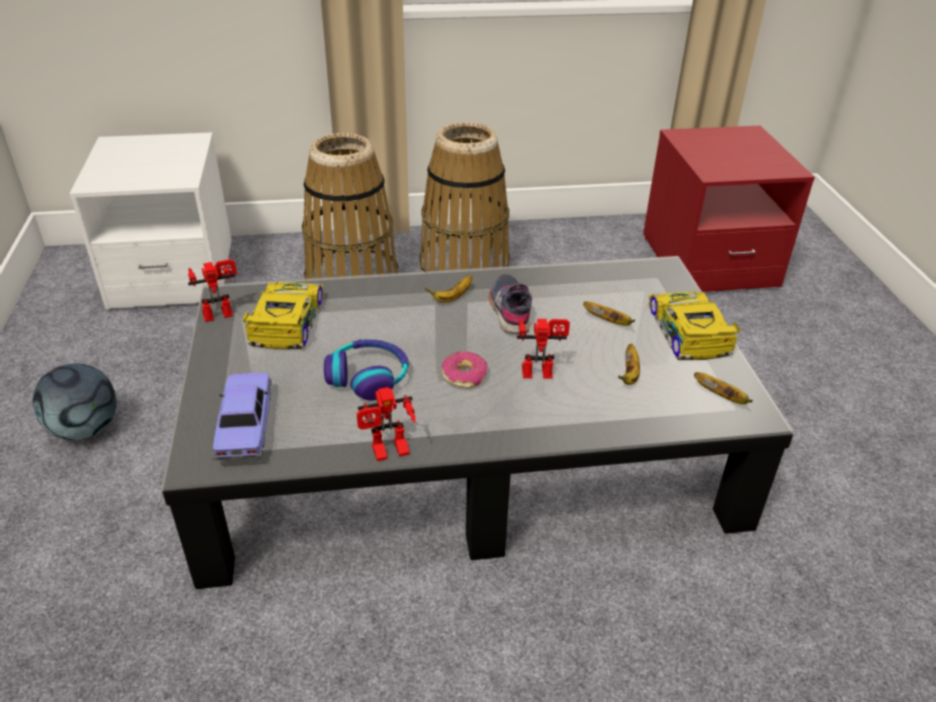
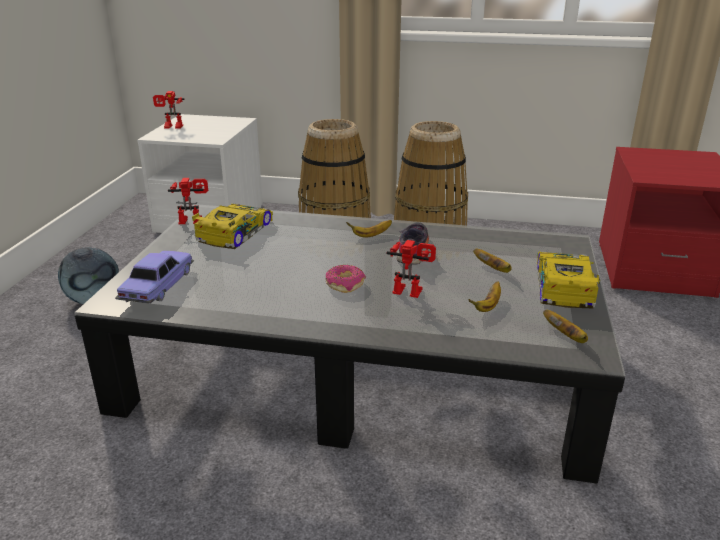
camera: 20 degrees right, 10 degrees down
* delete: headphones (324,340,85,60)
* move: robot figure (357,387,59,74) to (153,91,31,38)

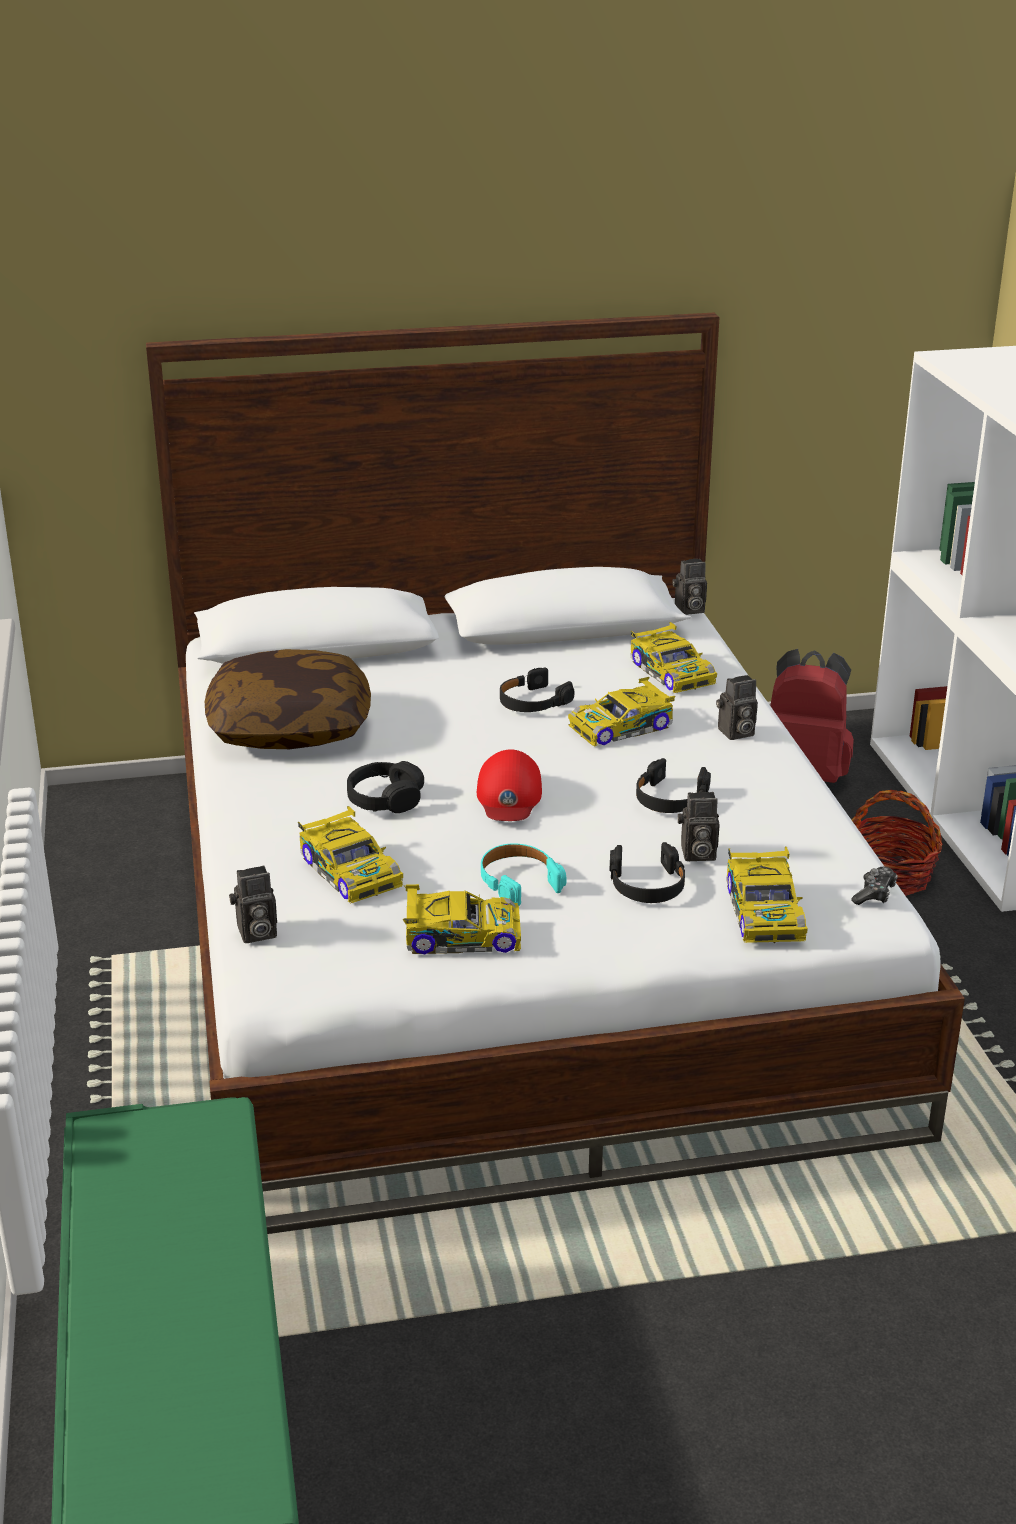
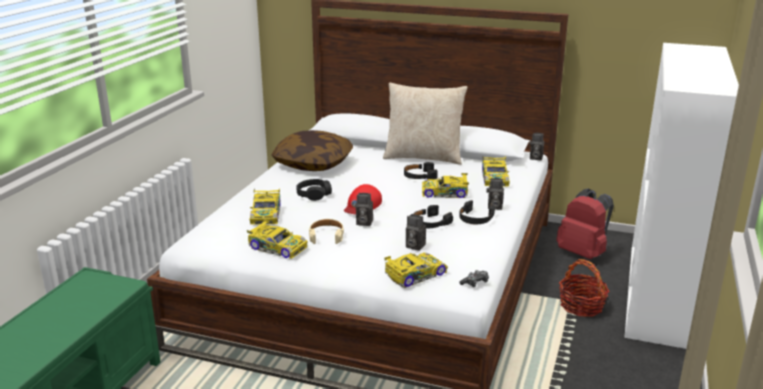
camera: 30 degrees right, 5 degrees down
* insert: beige pillow (383,83,84,82)
* move: photo camera (229,866,48,77) to (355,193,18,33)
* move: black headphones (610,842,75,61) to (459,200,36,24)
* recolor: turquoise headphones (481,843,85,63) to beige headphones (309,219,35,25)
* rotate: model car (727,847,81,96) = (384,252,64,36) 150 degrees counterclockwise

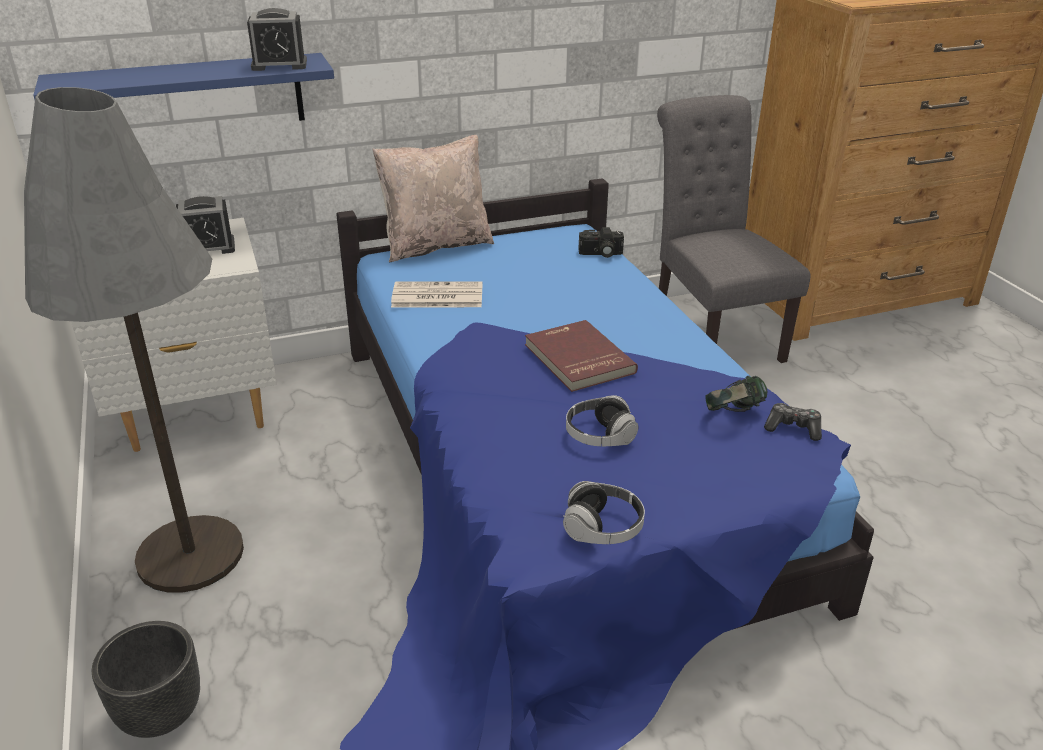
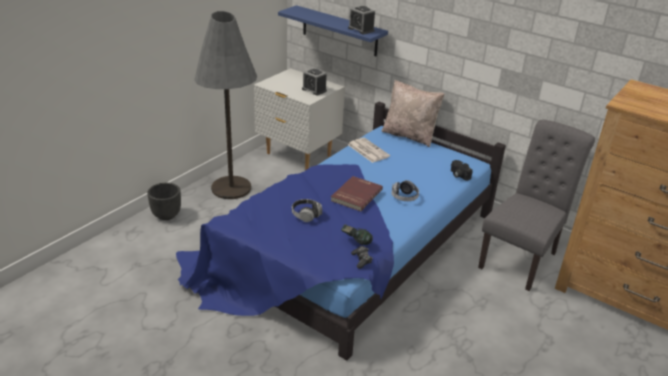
camera: 55 degrees right, 0 degrees up
* move: headphones (563,481,82,63) to (391,180,28,21)

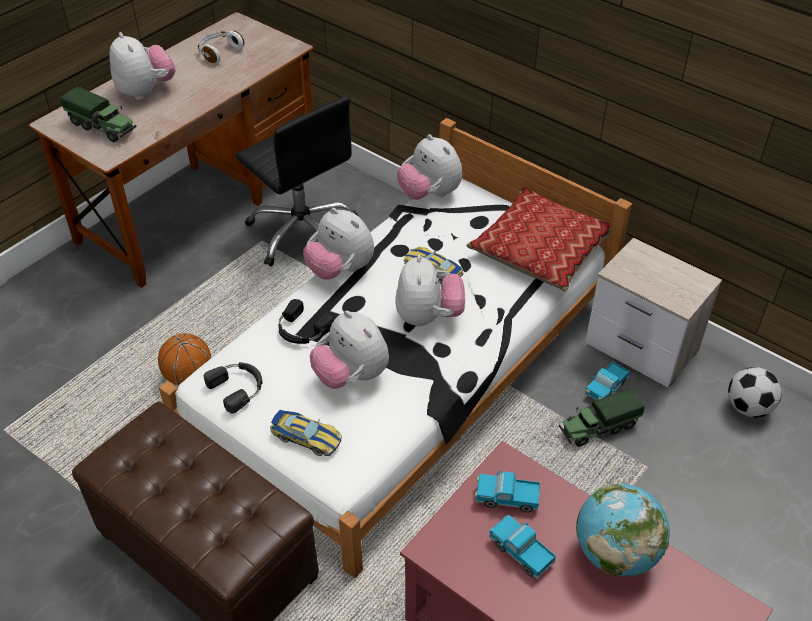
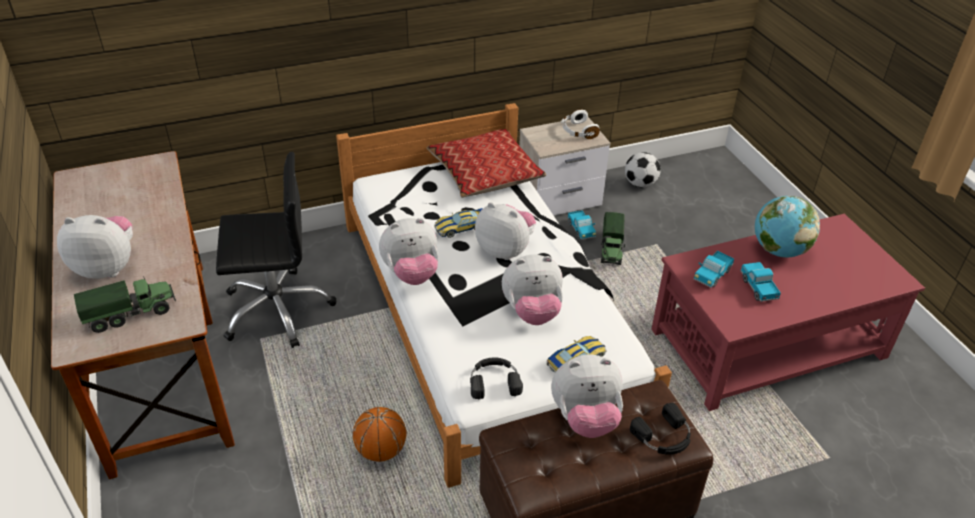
camera: 60 degrees left, 5 degrees down
* move: white headphones (197,31,47,32) to (561,109,39,30)
* move: black headphones (278,299,56,45) to (630,403,61,52)
* move: cuddly toy (397,134,65,66) to (551,355,72,83)
* rotate: toy lorry (489,515,67,64) = (740,262,41,40) 90 degrees clockwise

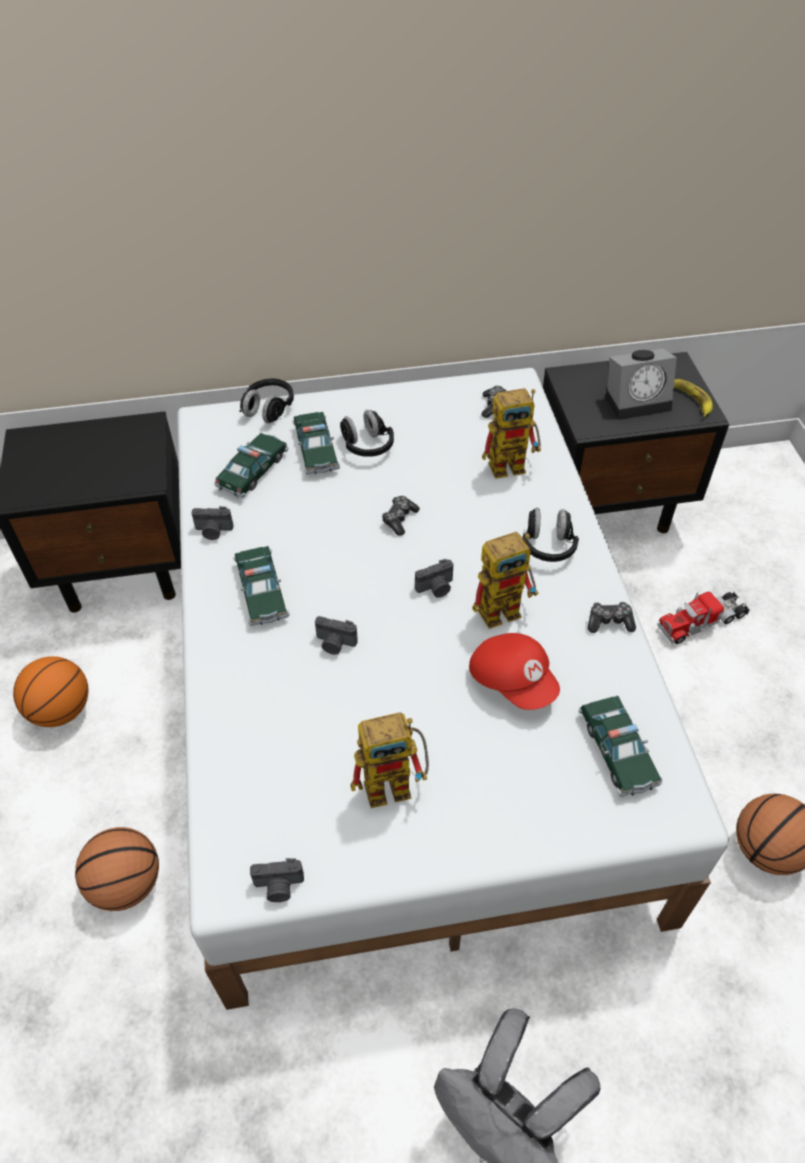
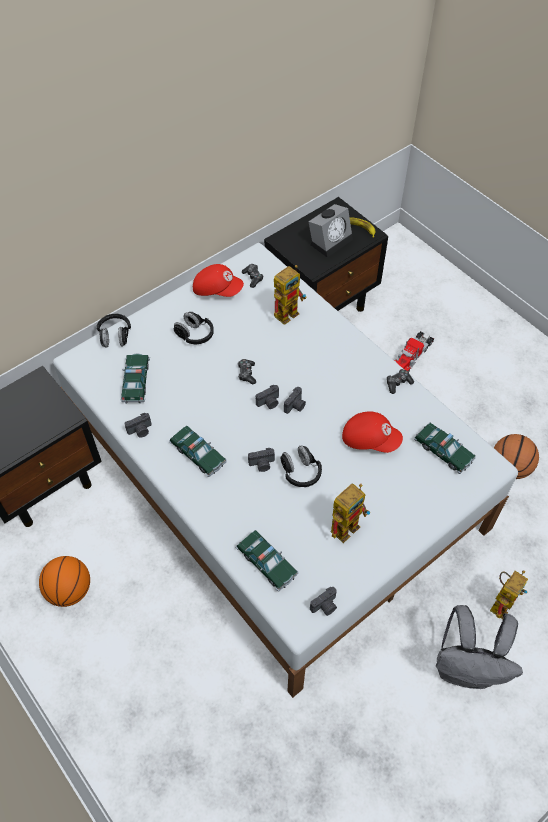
camera: 30 degrees left, 5 degrees up
* delete: ball for basketball (75,827,84,84)
* insert: reddish peaked cap (193,264,51,33)
* insert: photo camera (256,385,23,24)
* move: model car (292,412,48,63) to (236,530,63,61)
* move: robot figure (472,532,67,97) to (490,570,38,49)
* move: black headphones (522,508,57,54) to (280,445,42,42)

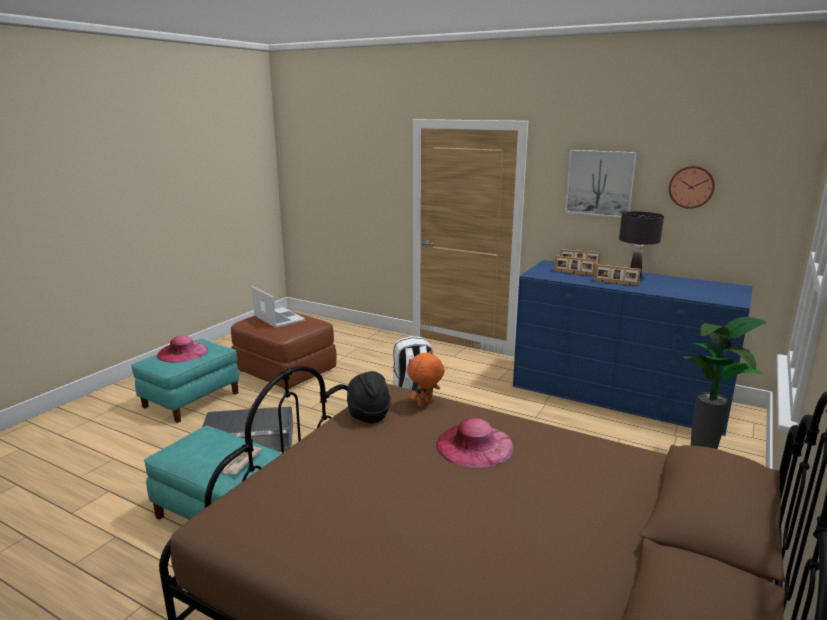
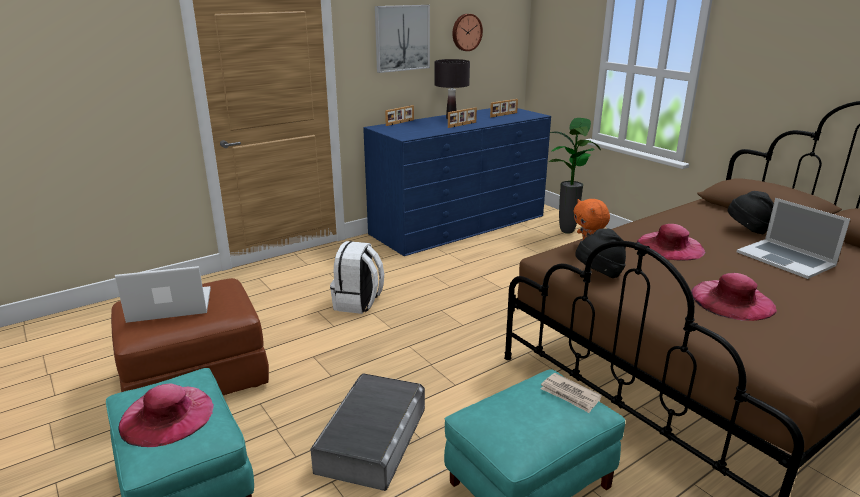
camera: 65 degrees left, 5 degrees up
* insert: pink-coloured hat (691,273,86,48)
* insert: black hat (728,191,46,43)
* insert: portable computer (737,198,113,81)
* move: picture frame (554,255,42,21) to (490,99,28,18)

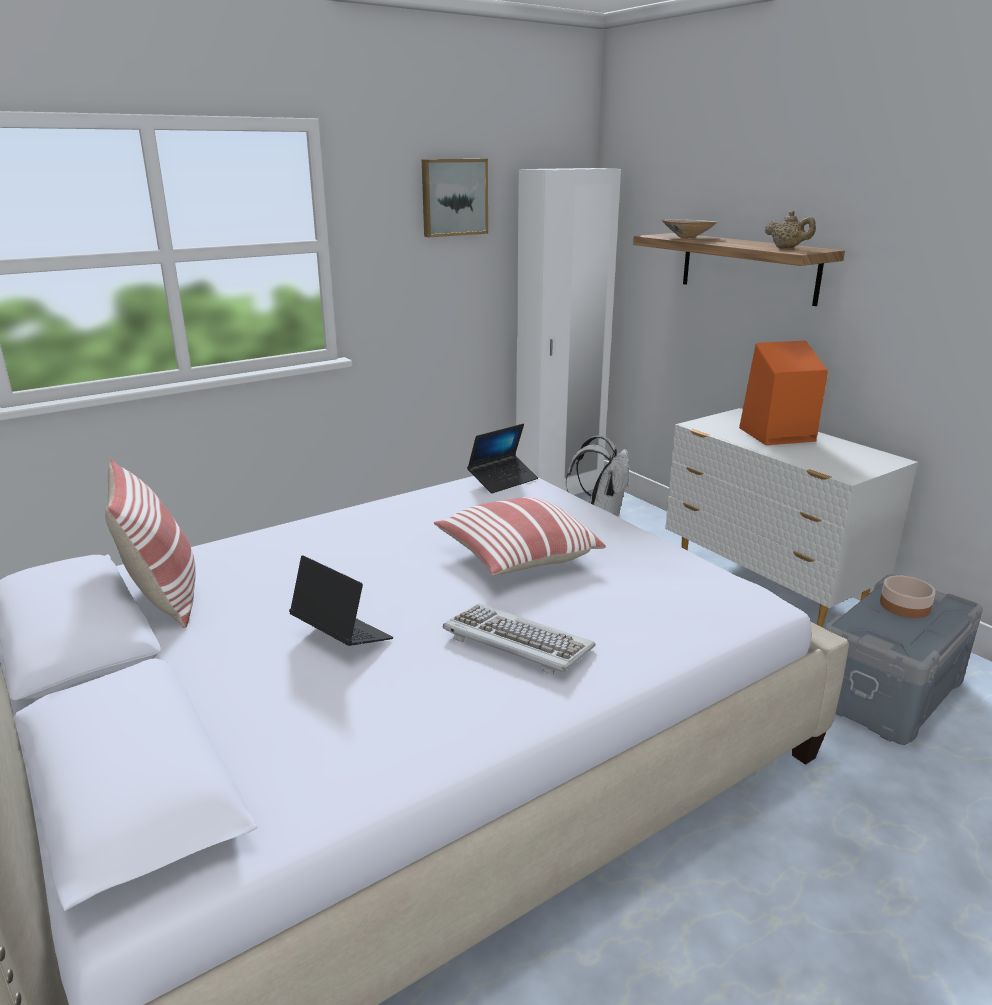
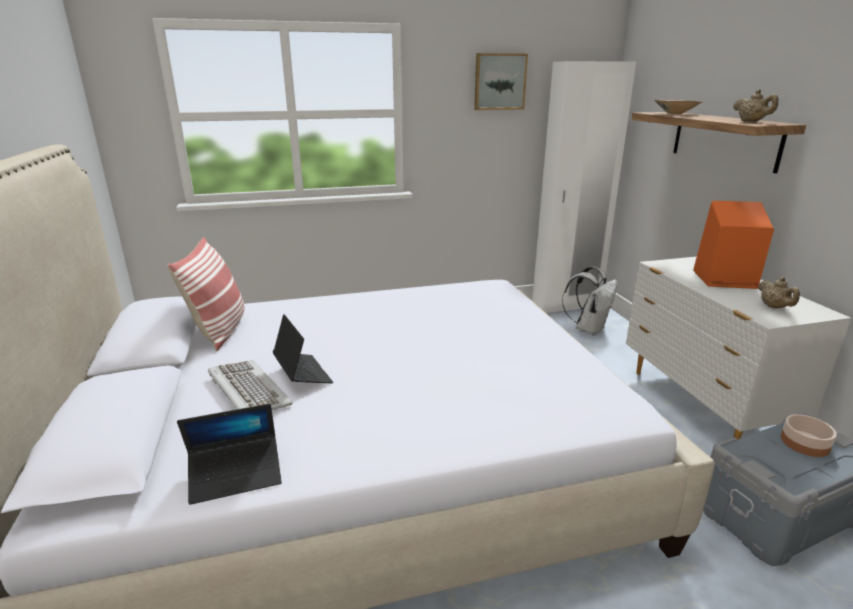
camera: 20 degrees right, 0 degrees up
* delete: pillow (434,497,172,78)
* insert: beige tea pot (758,277,42,31)
* move: keyboard (443,604,153,71) to (208,360,85,50)
* move: portable computer (467,424,71,69) to (177,404,105,101)

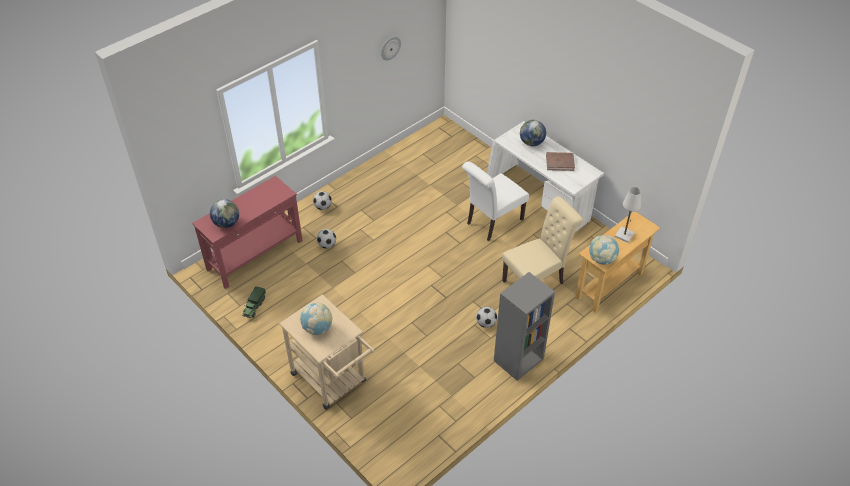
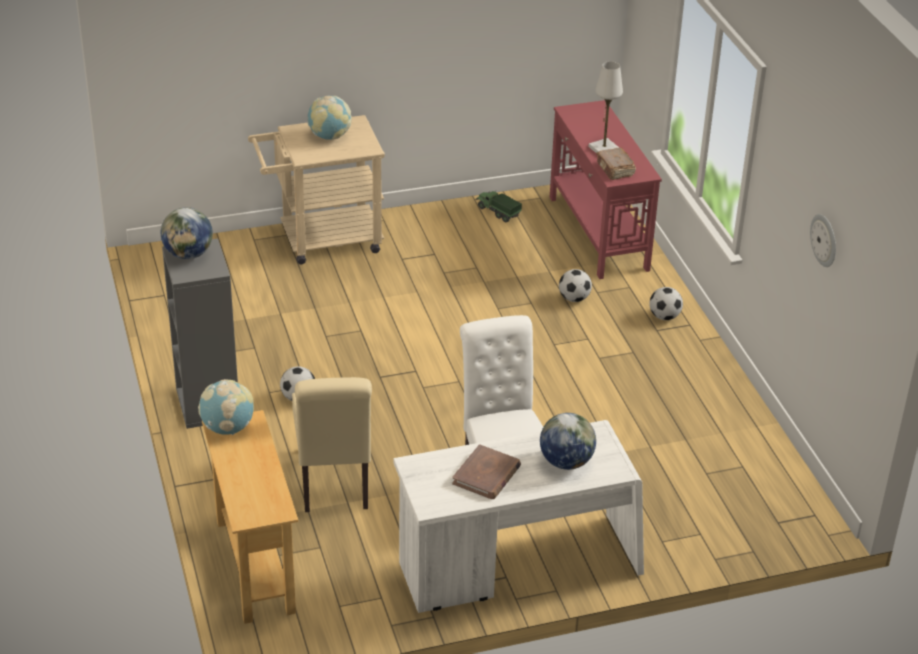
camera: 115 degrees right, 10 degrees down
* insert: brownish bound book (596,147,40,33)
* move: world globe (210,199,29,29) to (161,207,52,52)
* move: white lamp for a table (615,187,26,56) to (588,61,35,92)

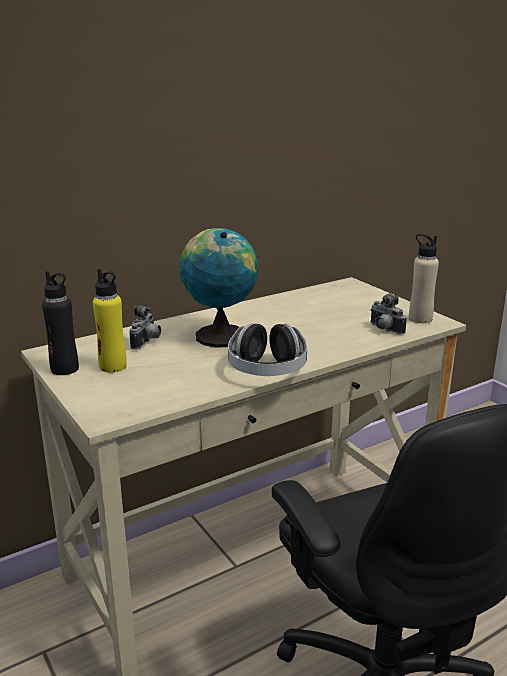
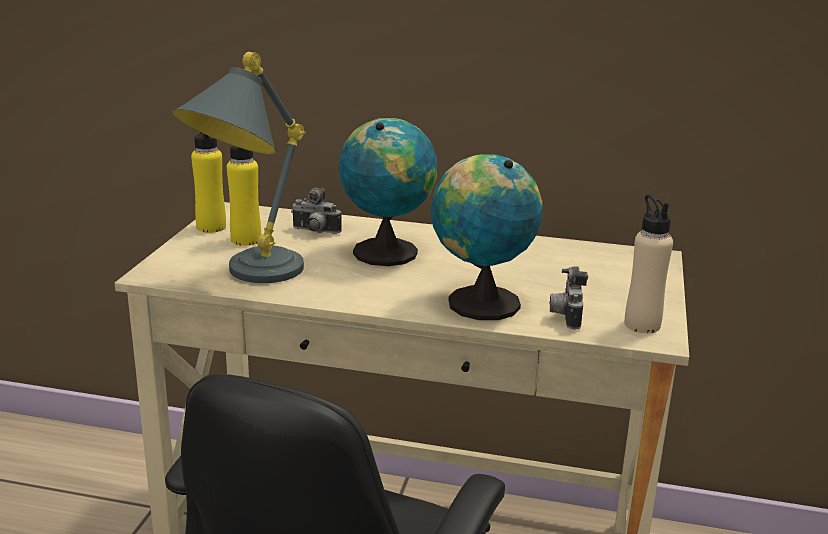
camera: 45 degrees right, 0 degrees up
* delete: headphones (228,323,79,53)
* insert: greyish lamp for a table (172,52,133,231)
* insert: world globe (431,154,111,166)
* recolor: black bottle (42,271,37,104) to yellowish bottle (191,132,35,101)
* rotate: photo camera (129,306,32,44) = (291,187,51,47) 45 degrees clockwise

